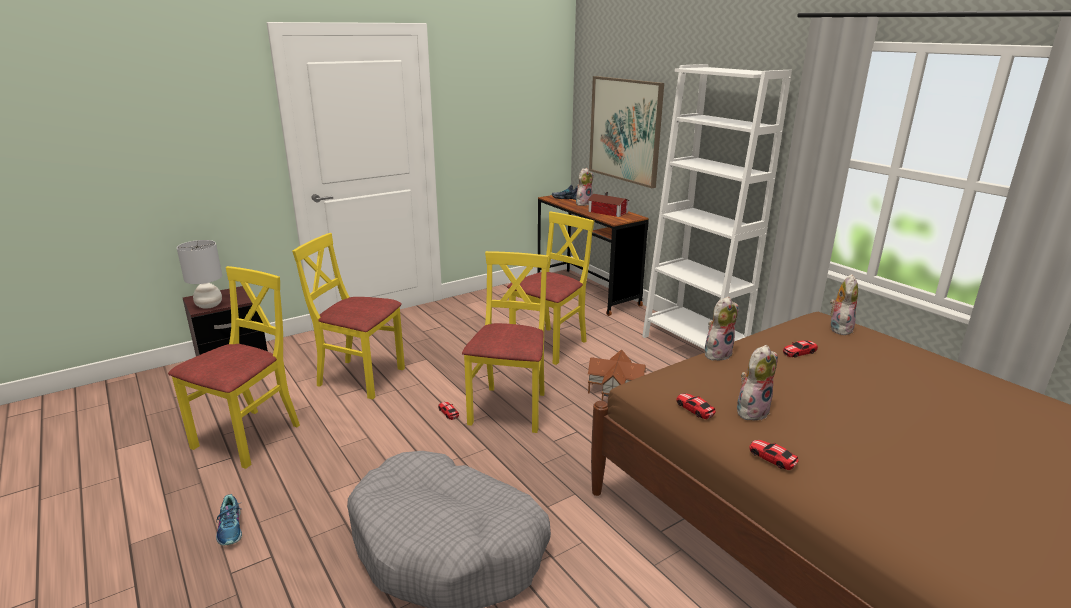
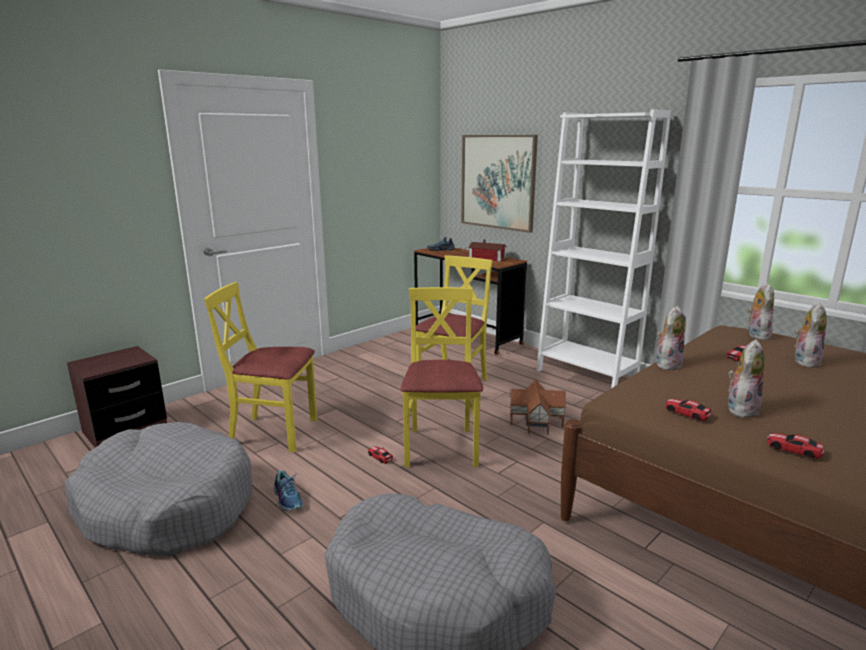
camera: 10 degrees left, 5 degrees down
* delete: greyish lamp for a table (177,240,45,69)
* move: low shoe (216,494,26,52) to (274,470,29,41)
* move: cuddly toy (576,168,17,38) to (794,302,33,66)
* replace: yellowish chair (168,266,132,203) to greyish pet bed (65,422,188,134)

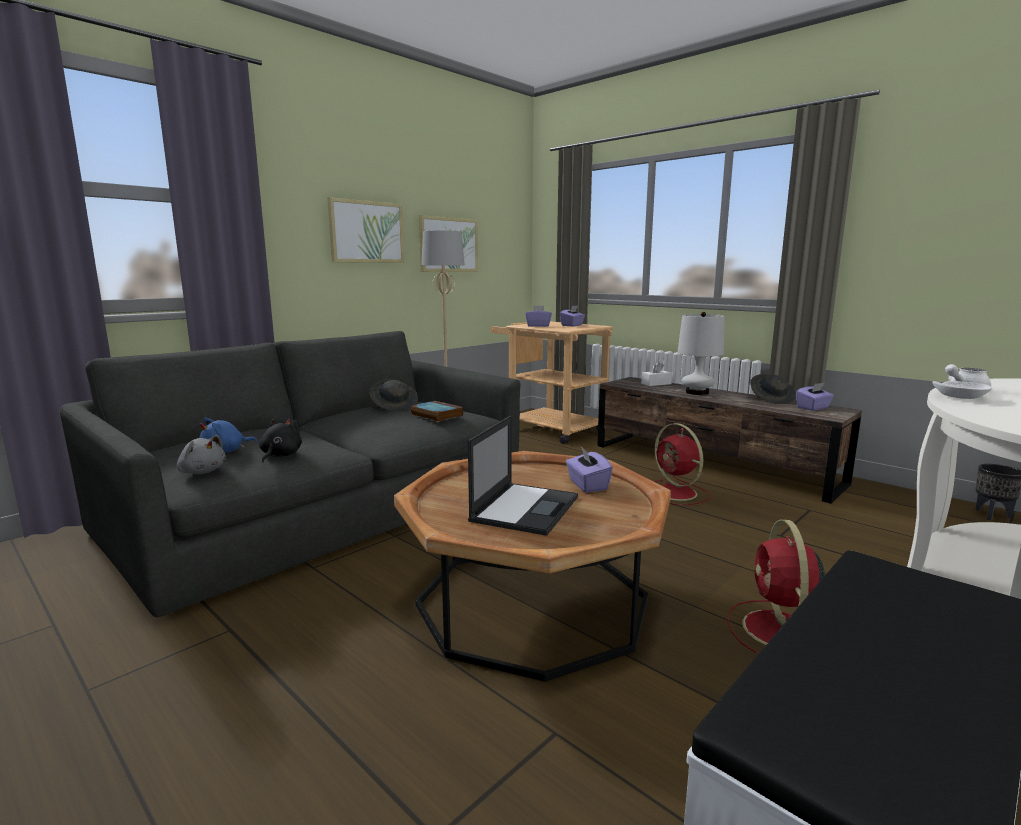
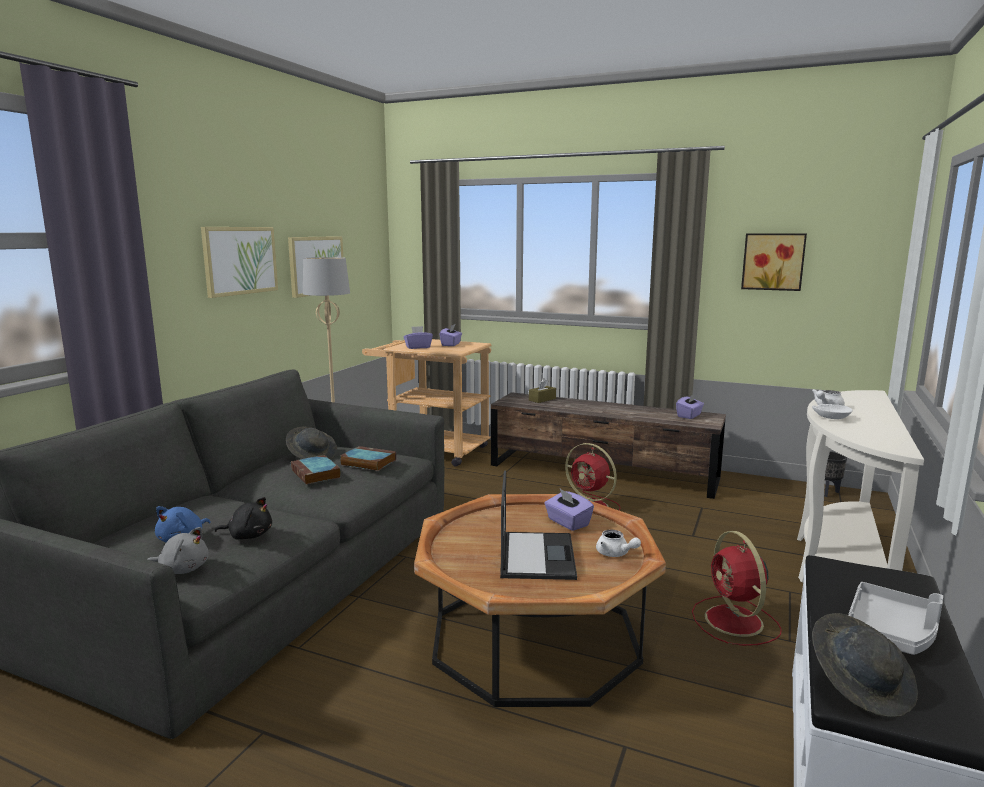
camera: 20 degrees left, 0 degrees up
* delete: white lamp for a table (678,312,47,83)
* insert: bound book (291,455,50,30)
* insert: white tea pot (596,530,45,27)
* insert: wall picture (741,233,66,58)
* insert: greyish carrying tray (848,582,95,73)
* move: greyish hat (750,374,46,30) to (812,613,106,104)
* recolor: white tissue holder (641,362,31,24) to brownish tissue holder (529,378,27,25)
* rotate: black cuddly toy (259,419,43,44) = (215,497,57,42) 105 degrees clockwise

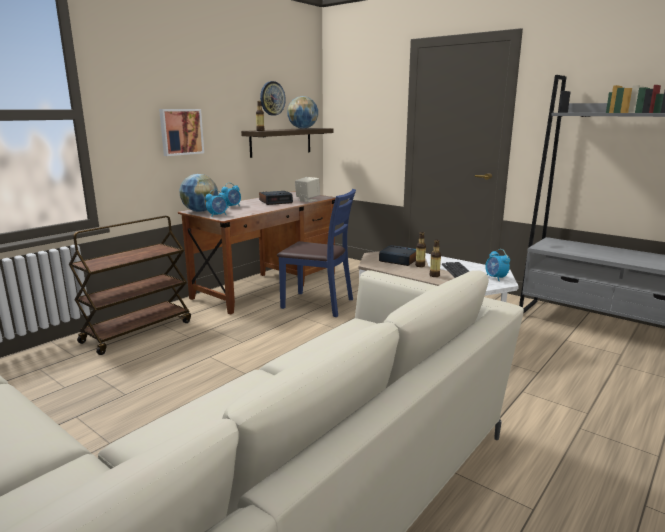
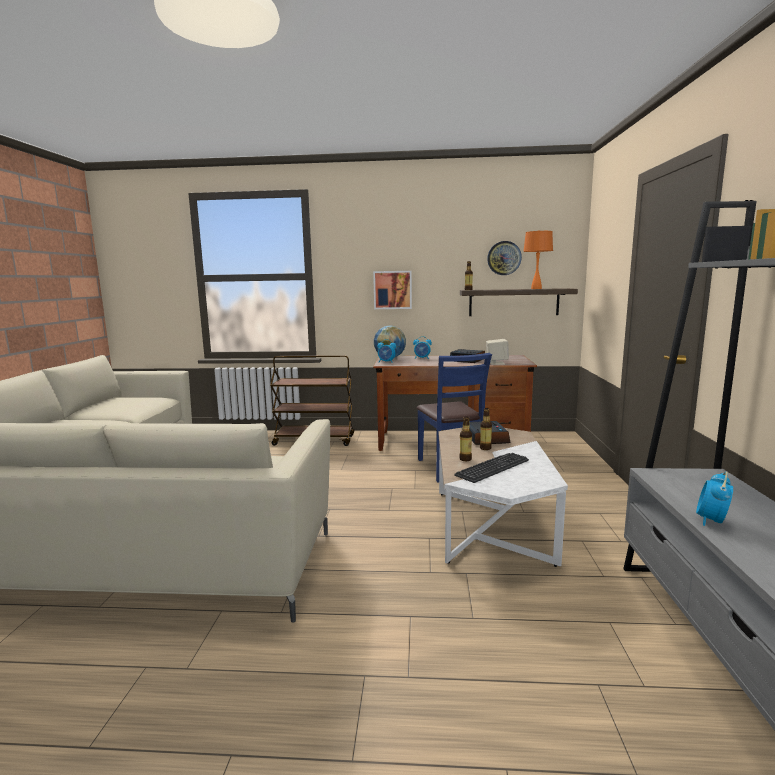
camera: 55 degrees right, 5 degrees down
* move: table clock (485,249,25,32) to (696,472,37,54)
* replace: world globe (287,96,31,33) to orange lamp for a table (523,230,30,59)

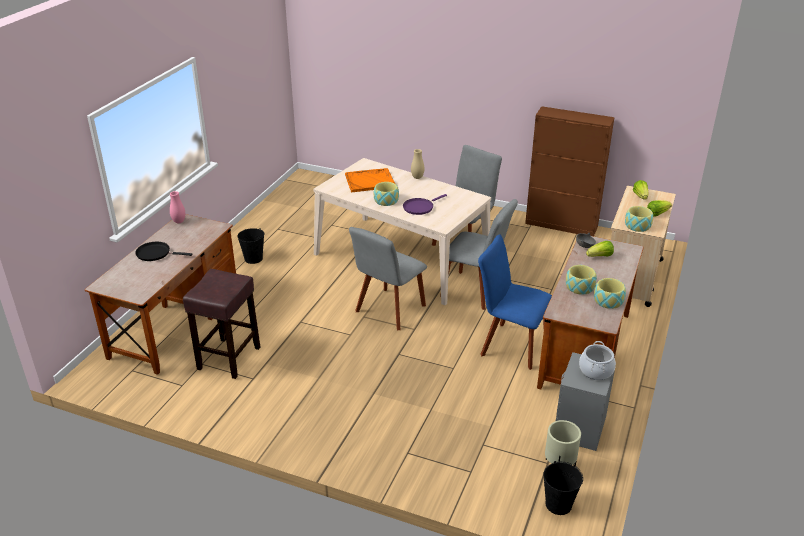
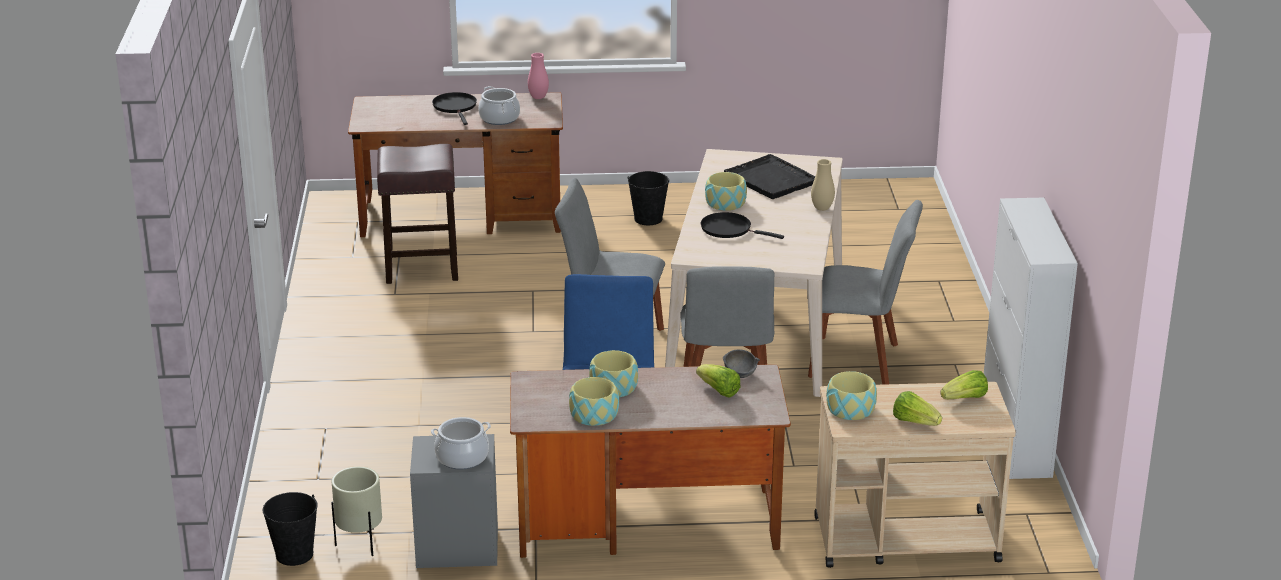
camera: 65 degrees right, 5 degrees down
* insert: saucepot (478,86,42,39)
* recolor: orange carrying tray (345,168,50,24) to black carrying tray (724,154,91,45)
* recolor: purple pan (403,194,44,21) to black pan (701,212,83,27)
* recolor: brownish cupboard (525,106,90,130) to white cupboard (984,198,94,281)

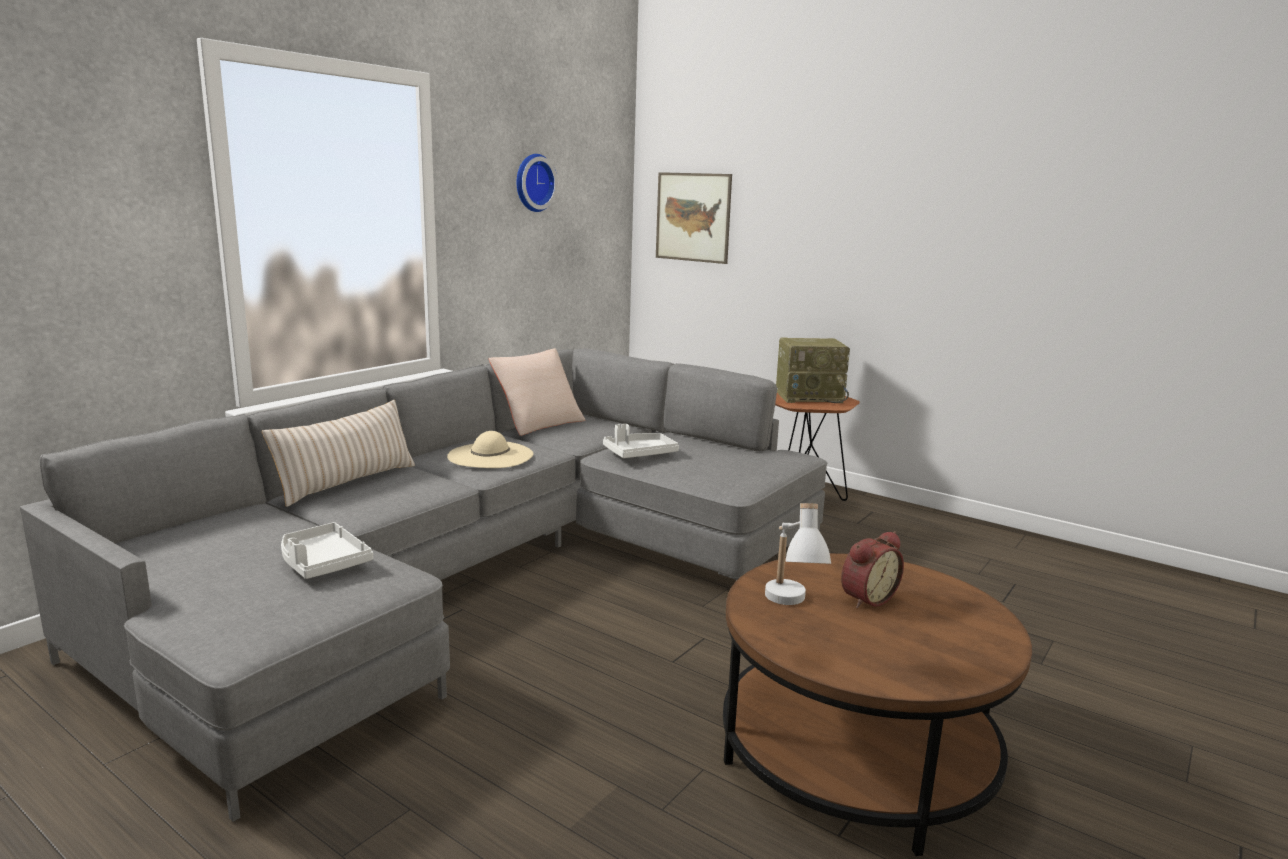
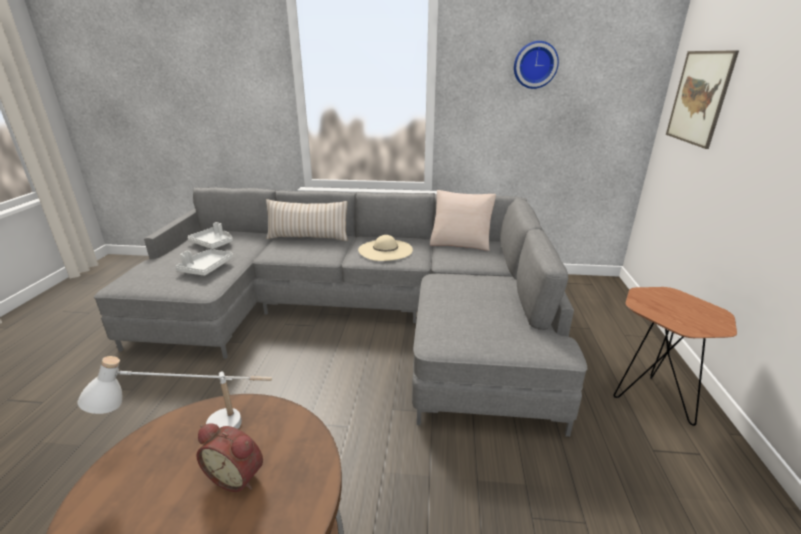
camera: 60 degrees right, 10 degrees up
* delete: radio receiver (776,338,74,65)
* move: white carrying tray (603,424,76,34) to (187,222,46,27)

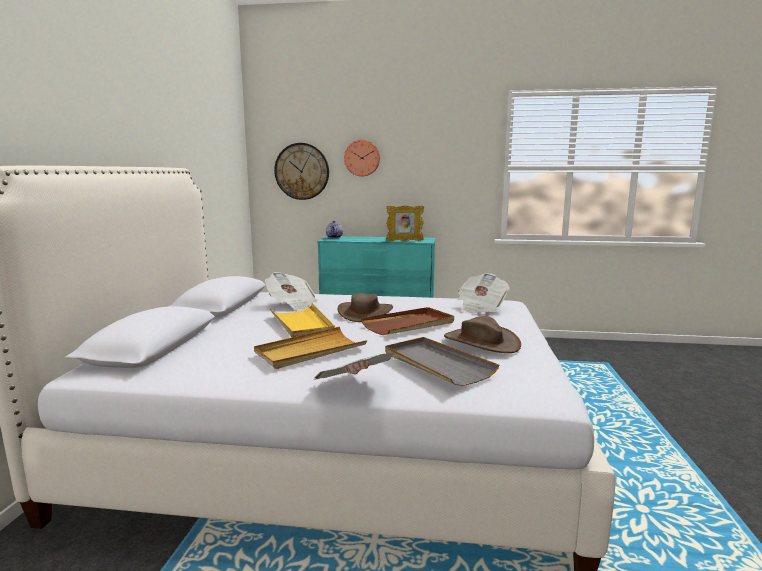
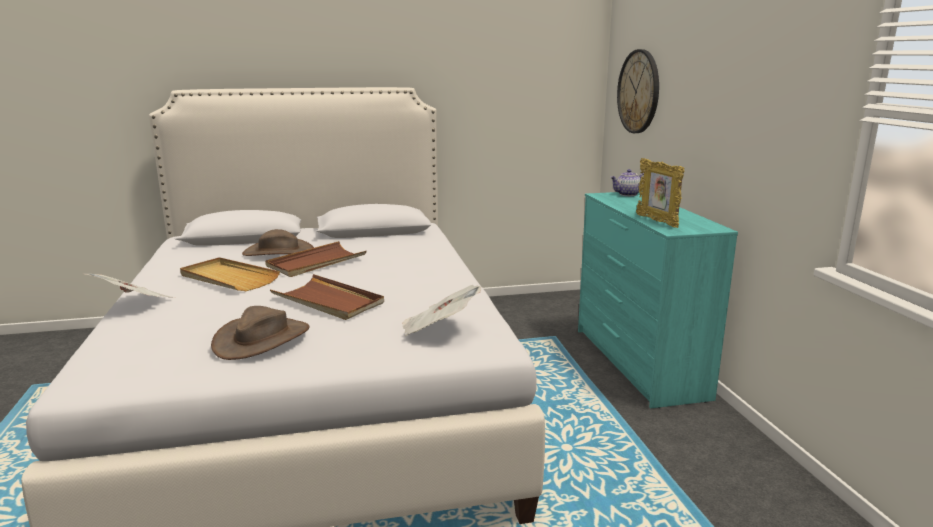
camera: 70 degrees right, 5 degrees up
* delete: daily paper (265,272,52,39)
* delete: wall clock (344,139,36,37)
* delete: greyish carrying tray (385,337,114,49)
* move: brownish hat (338,293,55,29) to (242,229,72,27)
* recolor: yellowish carrying tray (269,303,66,34) to brownish carrying tray (265,241,102,36)

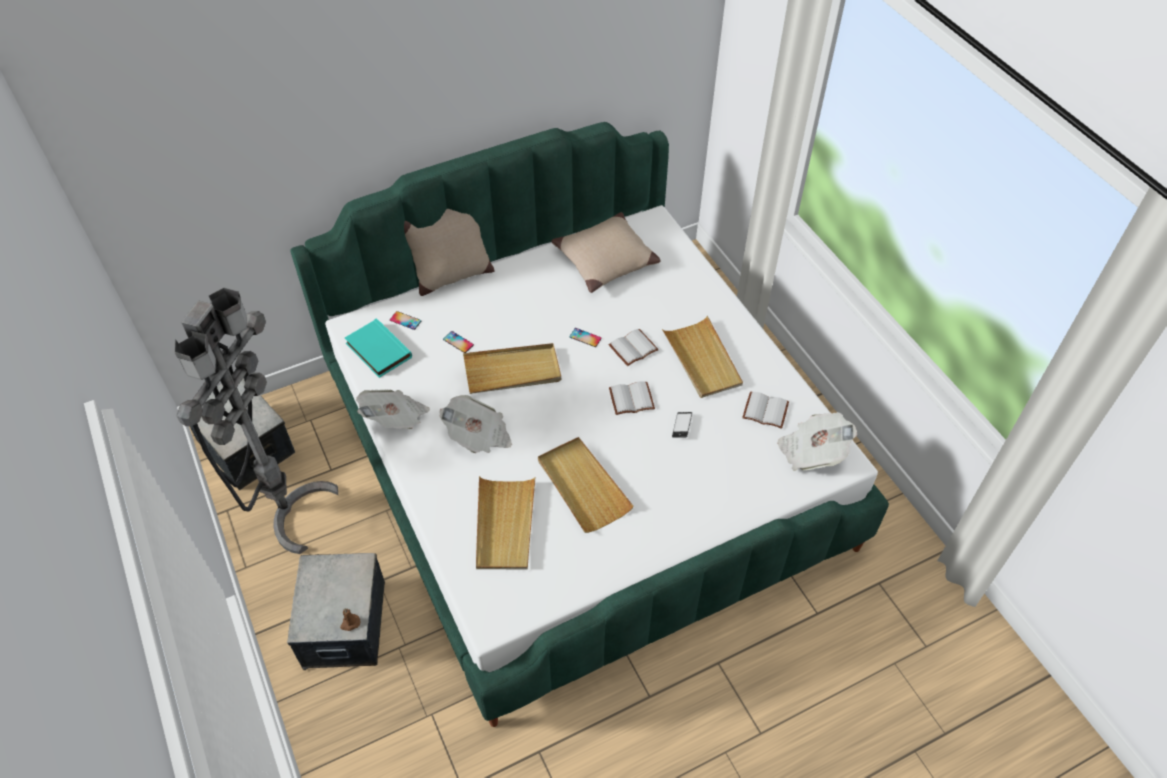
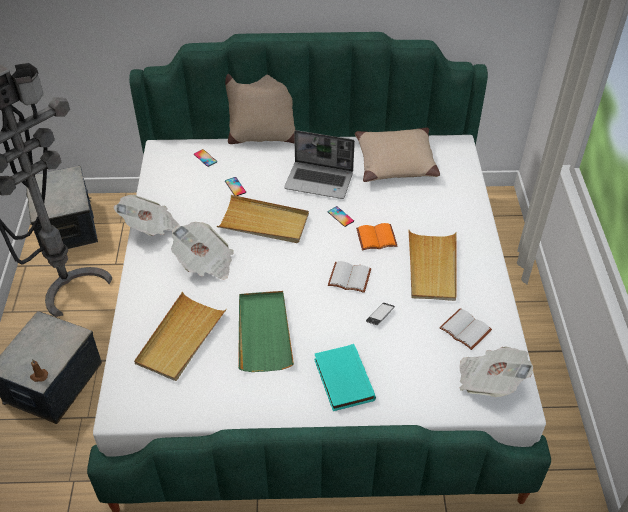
camera: 25 degrees right, 5 degrees down
* insert: portable computer (284,130,71,69)
* move: turquoise bound book (345,318,67,60) to (314,344,62,67)
* recolor: beige carrying tray (538,437,95,96) to greenish carrying tray (238,291,56,81)
* recolor: white bound book (608,329,51,37) to orange bound book (356,223,41,28)

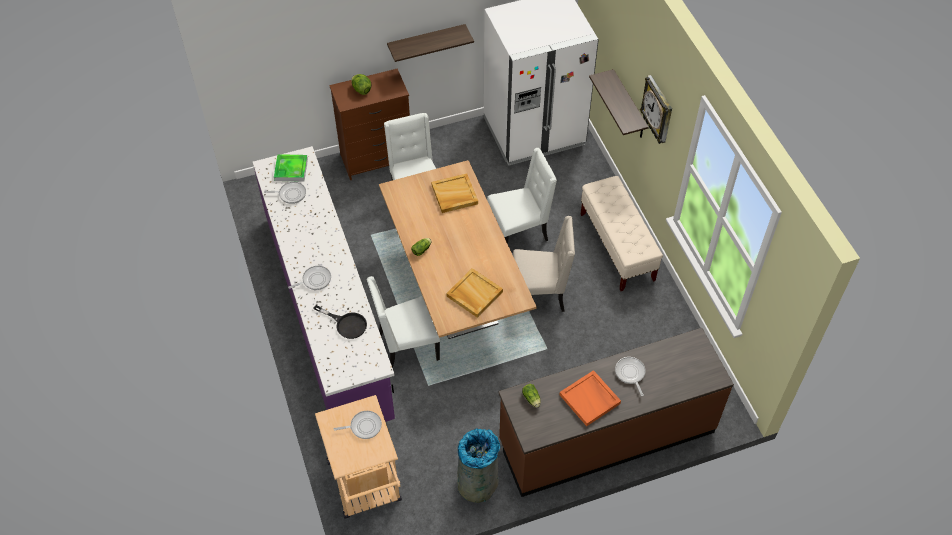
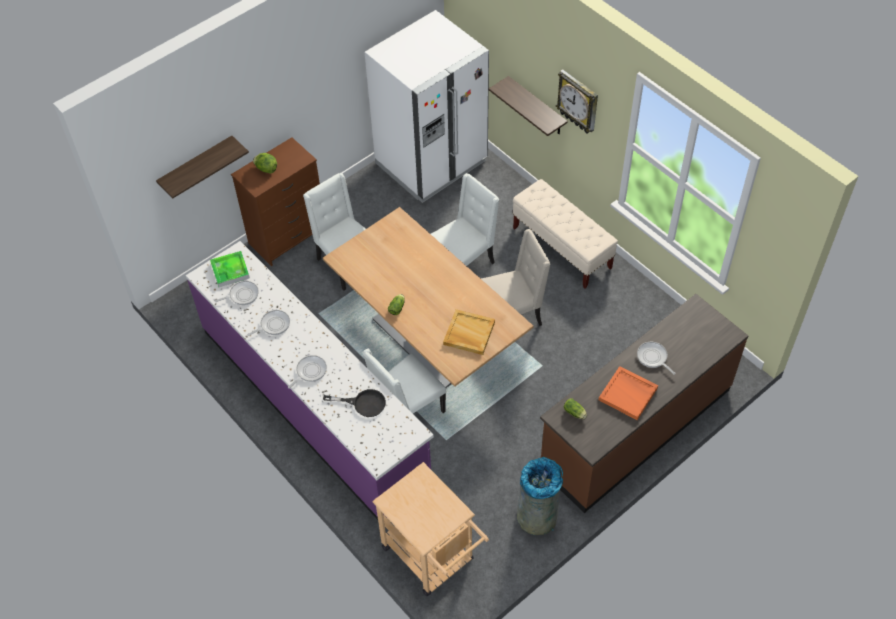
camera: 20 degrees left, 0 degrees up
* delete: beige carrying tray (431,173,47,40)
* move: pan (334,411,48,28) to (247,310,43,26)
* move: wall shelf (387,24,87,38) to (156,136,93,63)

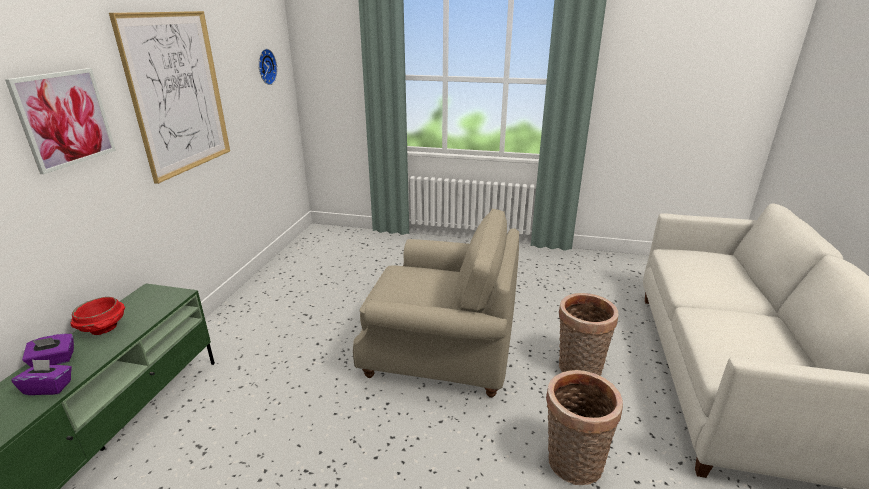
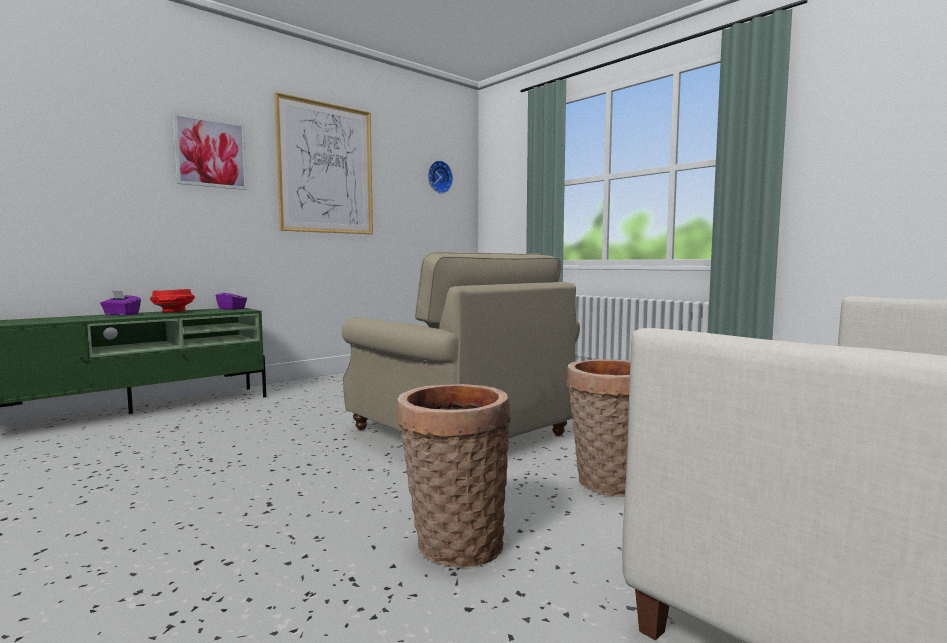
camera: 35 degrees right, 20 degrees down
* move: purple tissue holder (11,359,61,36) to (216,287,31,23)

